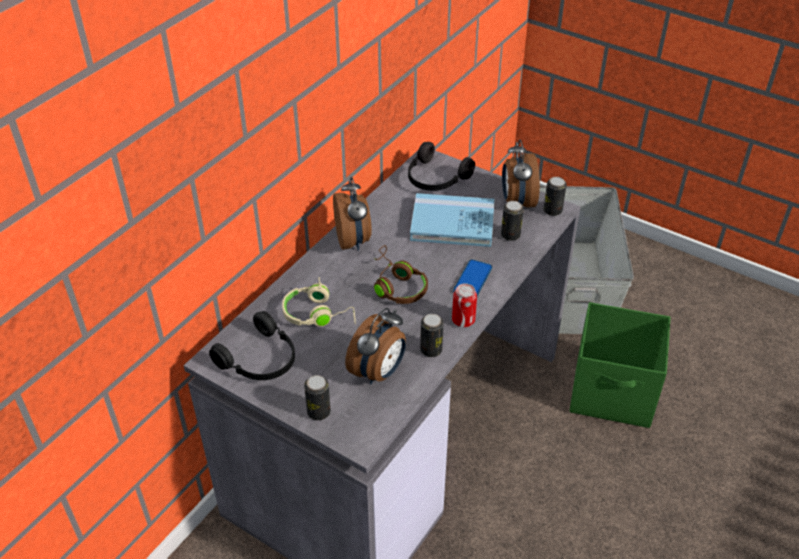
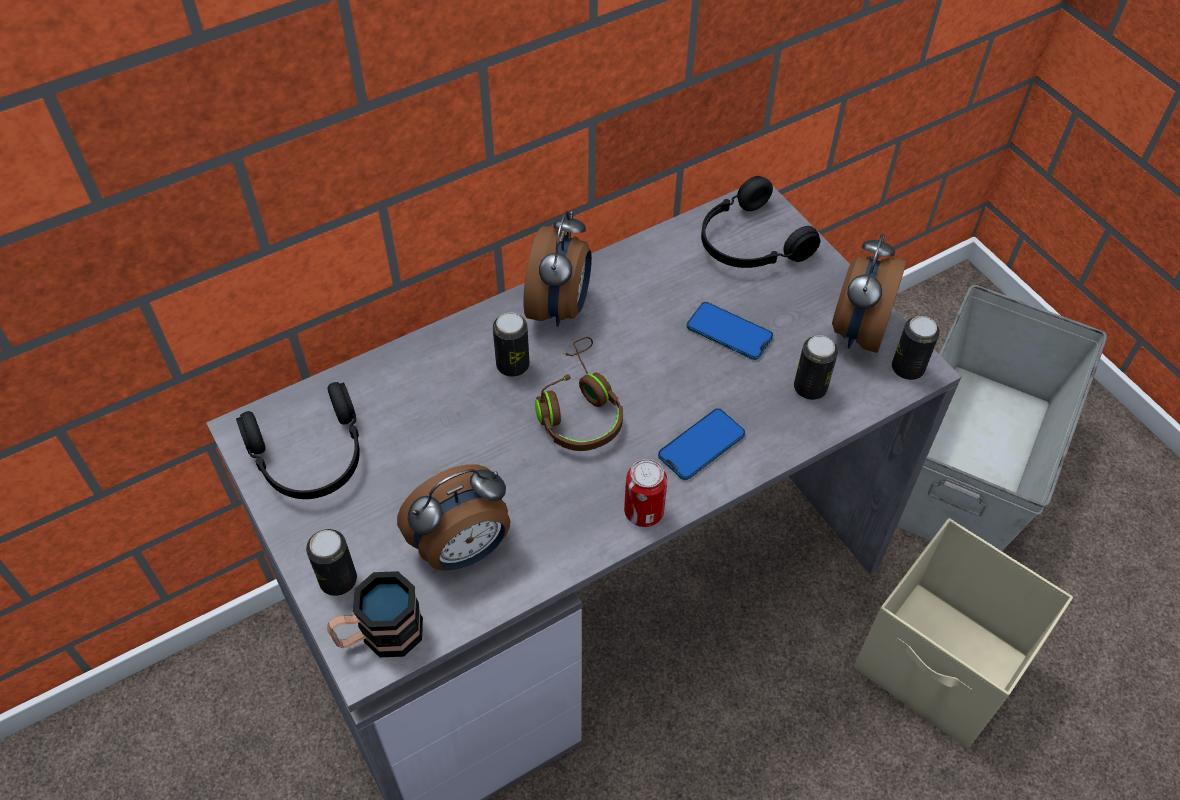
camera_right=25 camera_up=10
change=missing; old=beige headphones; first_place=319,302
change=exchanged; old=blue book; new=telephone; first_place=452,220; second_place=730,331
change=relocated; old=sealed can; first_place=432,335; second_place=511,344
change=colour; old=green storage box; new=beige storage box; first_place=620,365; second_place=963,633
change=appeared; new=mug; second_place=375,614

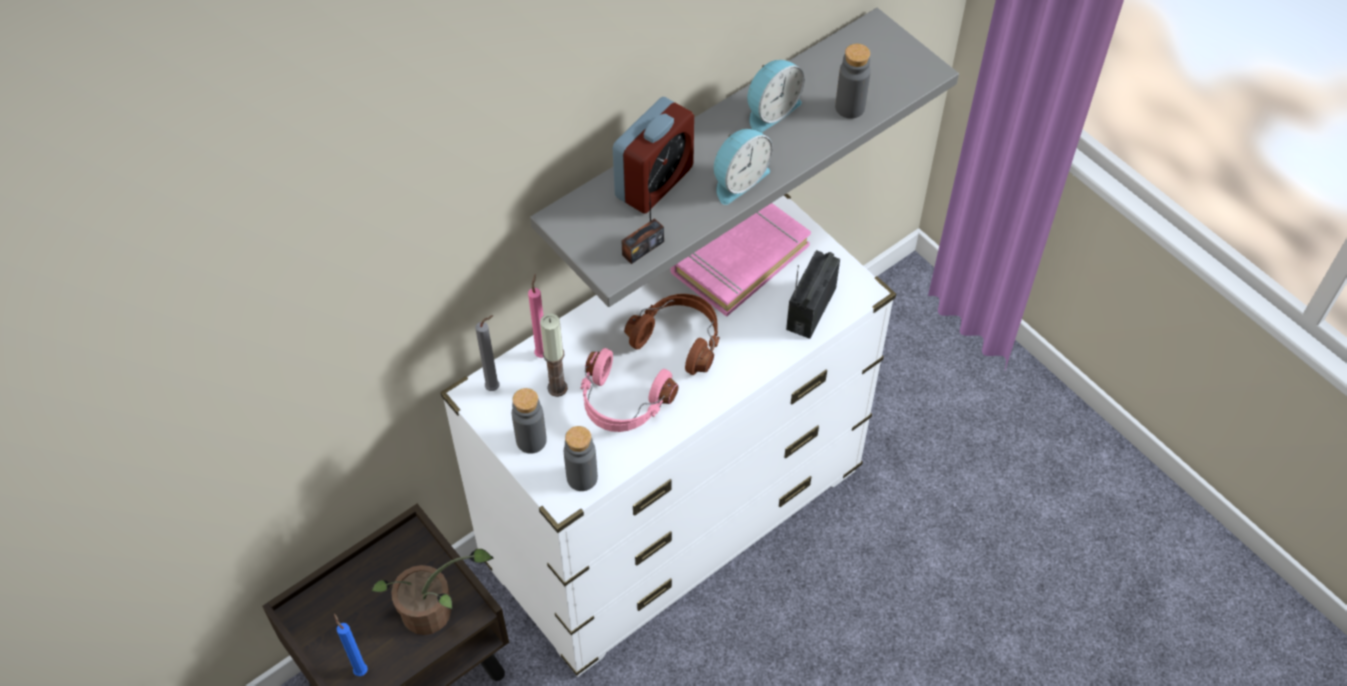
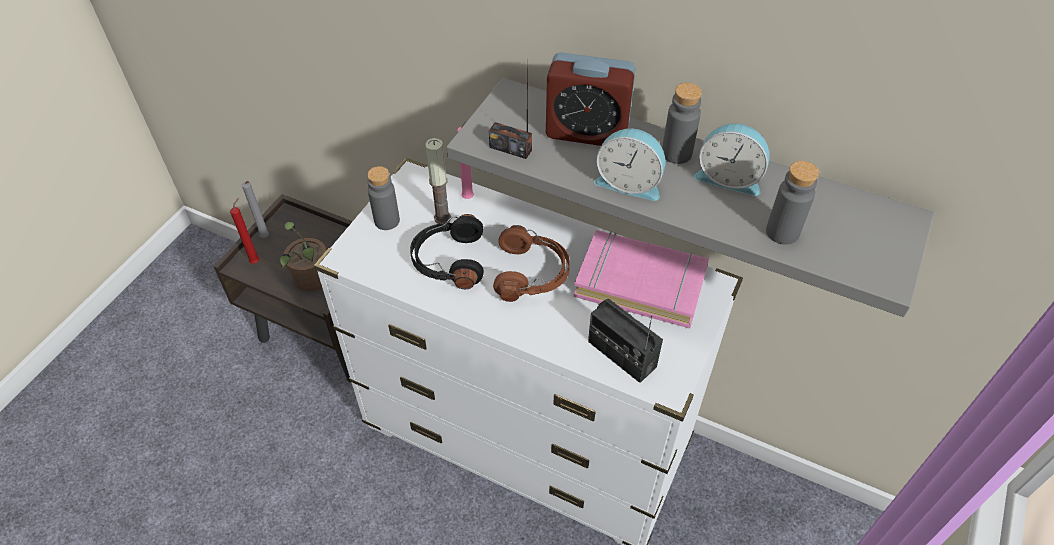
camera_right=65 camera_up=-5
change=colour; old=blue candle; new=red-coloured candle; first_place=351,644; second_place=244,231
change=relocated; old=gray candle; first_place=487,353; second_place=256,209
change=relocated; old=gray beverage bottle; first_place=581,458; second_place=682,123
change=colour; old=pink-coloured headphones; new=black-coloured headphones; first_place=629,390; second_place=447,251
change=spun; old=radio; first_place=813,294; second_place=625,340; degrees=-135

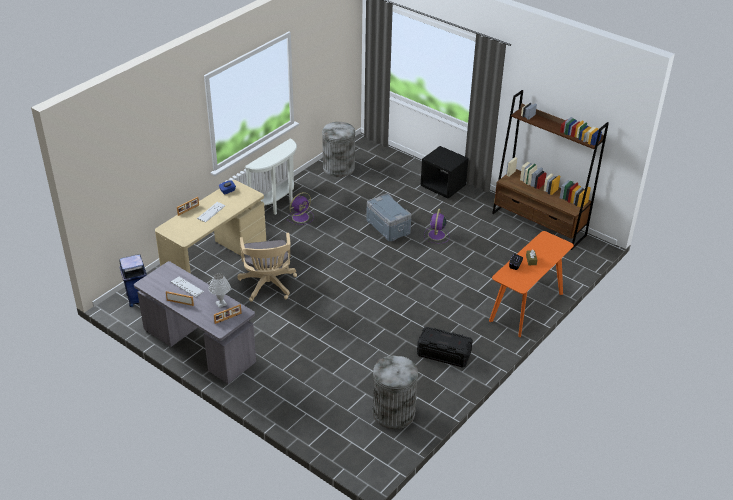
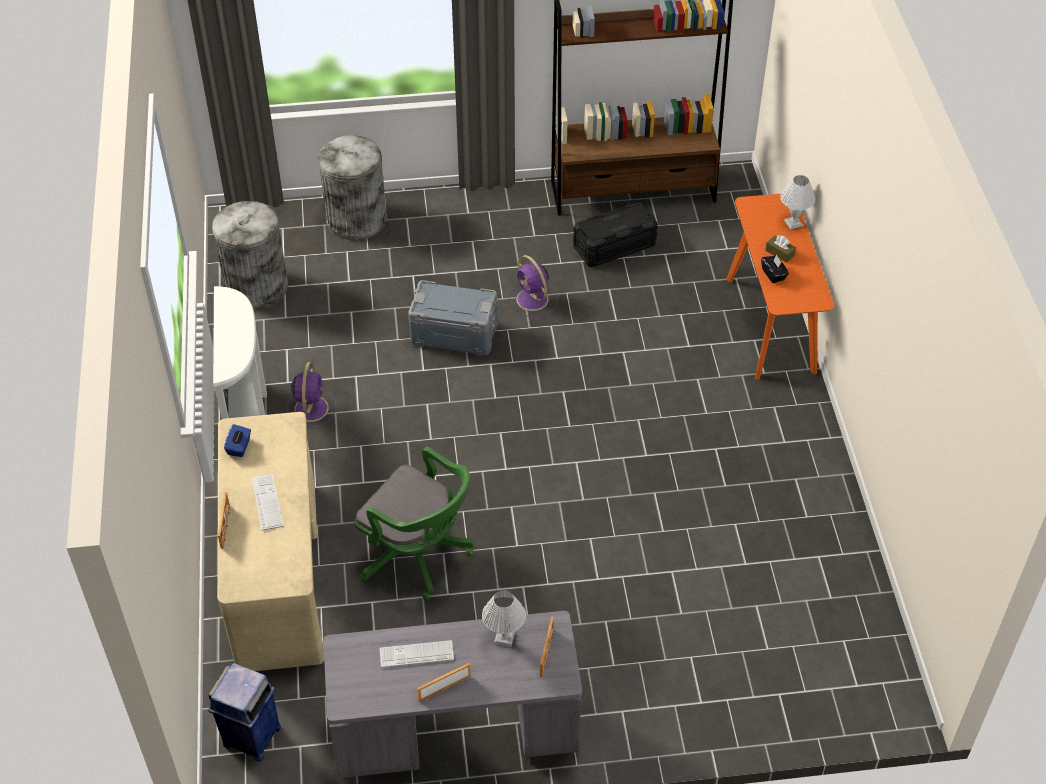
camera_right=-45 camera_up=10
change=colour; old=beige computer chair; new=green computer chair; first_place=267,267; second_place=414,523
change=relocated; old=gray rubbish bin; first_place=395,392; second_place=352,188
change=relocated; old=black-coloured storage box; first_place=445,347; second_place=615,234
change=missing; old=black-coloured nightstand; first_place=444,172
change=appeared; new=white-coloured lamp for a table; second_place=798,202

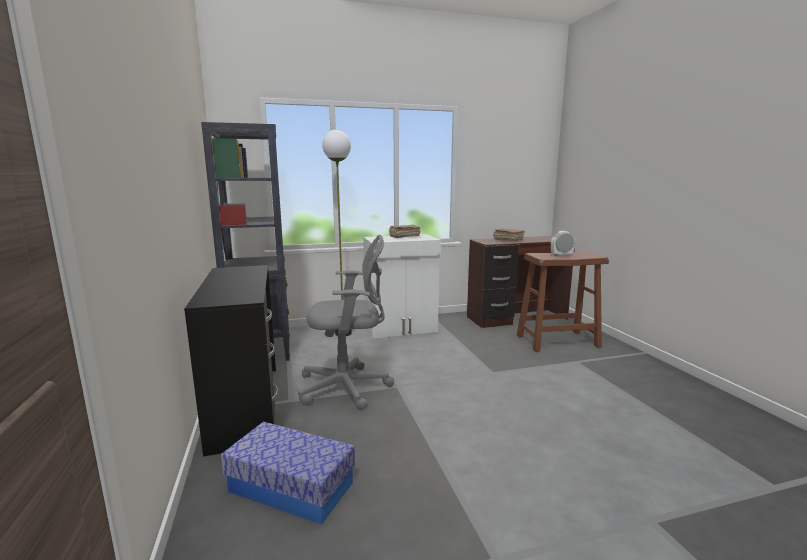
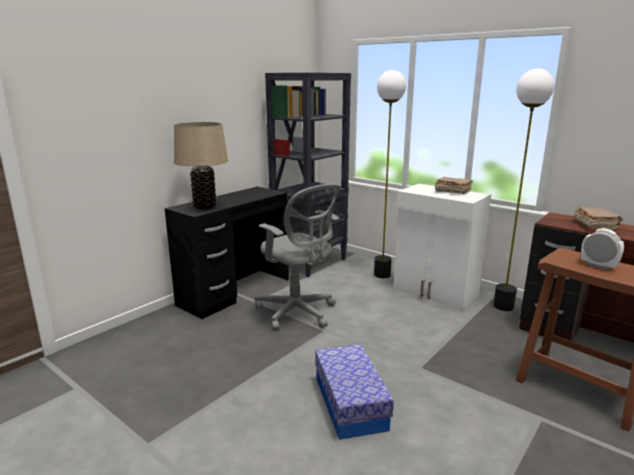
camera_right=55 camera_up=5
change=relocated; old=storage box; first_place=288,473; second_place=354,392
change=appeared; new=beige lamp for a table; second_place=201,166
change=appeared; new=standing lamp; second_place=523,189

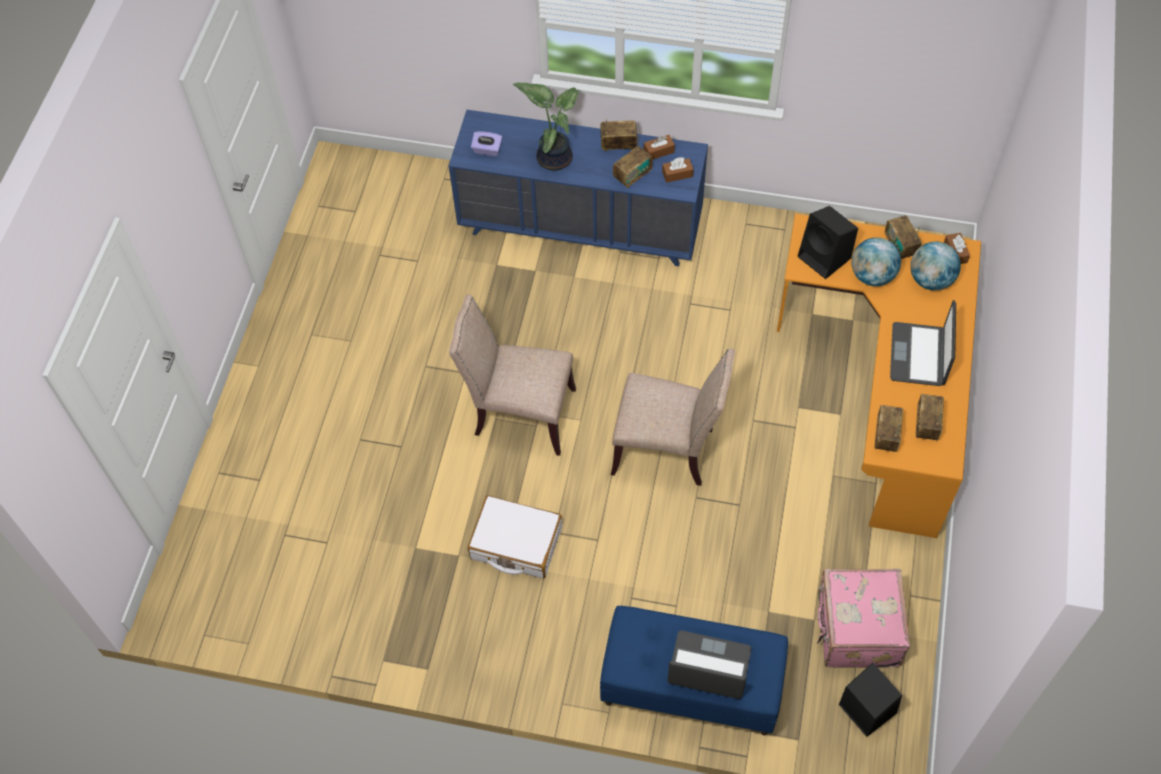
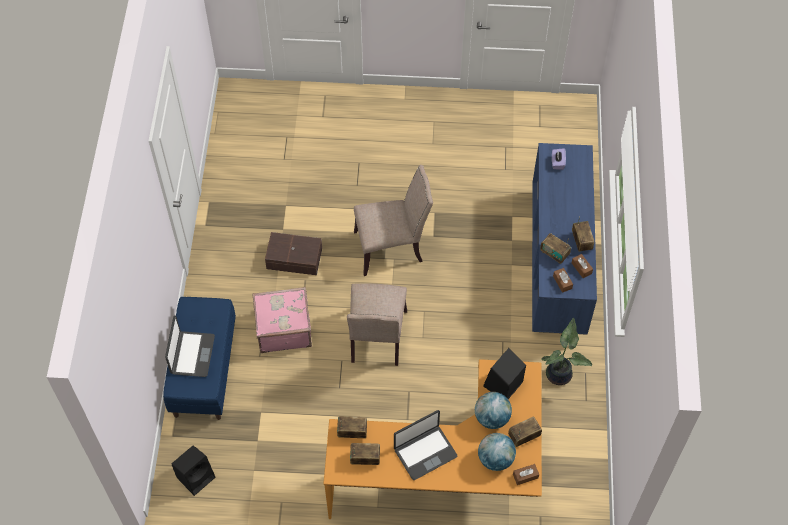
camera_right=80 camera_up=0
change=spun; old=beige plain chair; first_place=512,375; second_place=393,220; degrees=75
change=exchanged; old=white-coloured piece of luggage; new=brown storage box; first_place=515,537; second_place=293,253
change=relocated; old=plant in a pot; first_place=546,126; second_place=566,351
change=relocated; old=pink-coloured piece of luggage; first_place=863,618; second_place=282,320
change=spun; old=portable computer; first_place=923,343; second_place=425,445; degrees=150

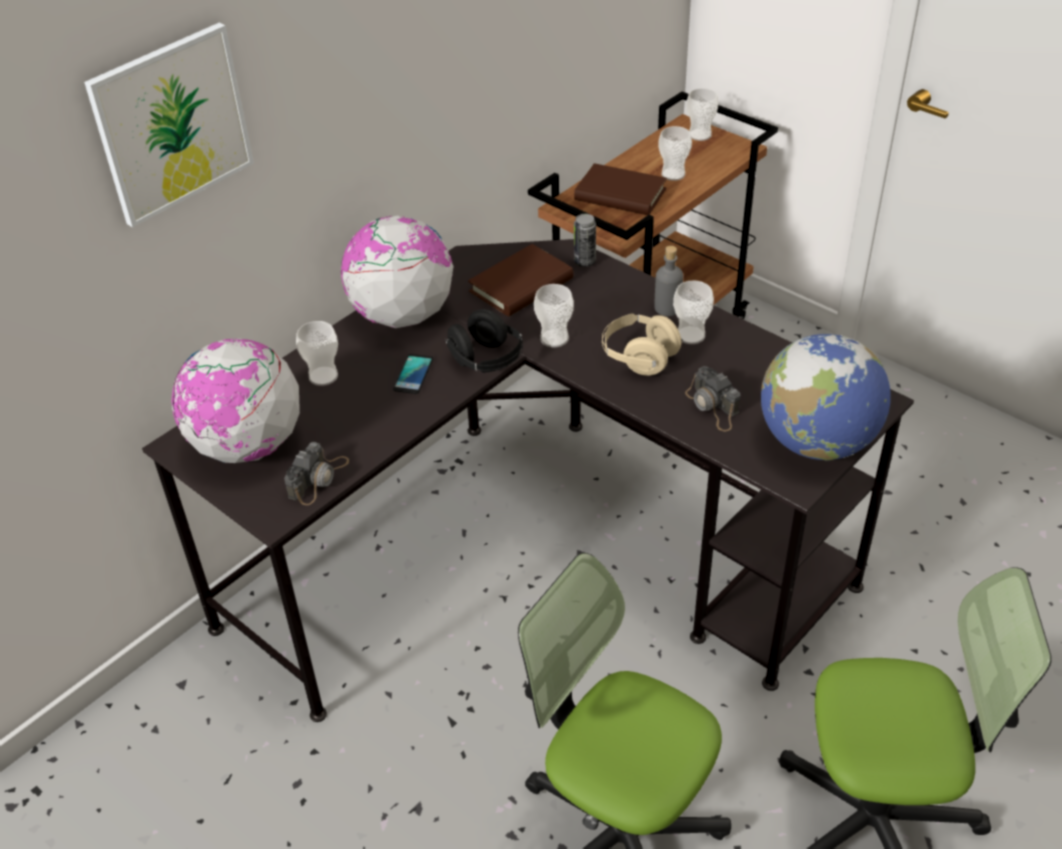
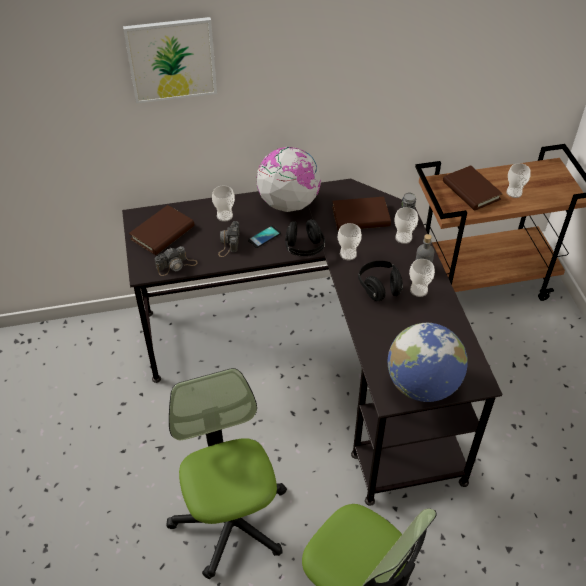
camera_right=35 camera_up=5
change=exchanged; old=desk globe; new=brown book; first_place=236,401; second_place=161,230
change=colour; old=beige headphones; new=black-coloured headphones; first_place=642,344; second_place=380,281
change=relocated; old=still camera; first_place=713,399; second_place=229,239
change=relocated; old=small cup; first_place=702,114; second_place=406,225

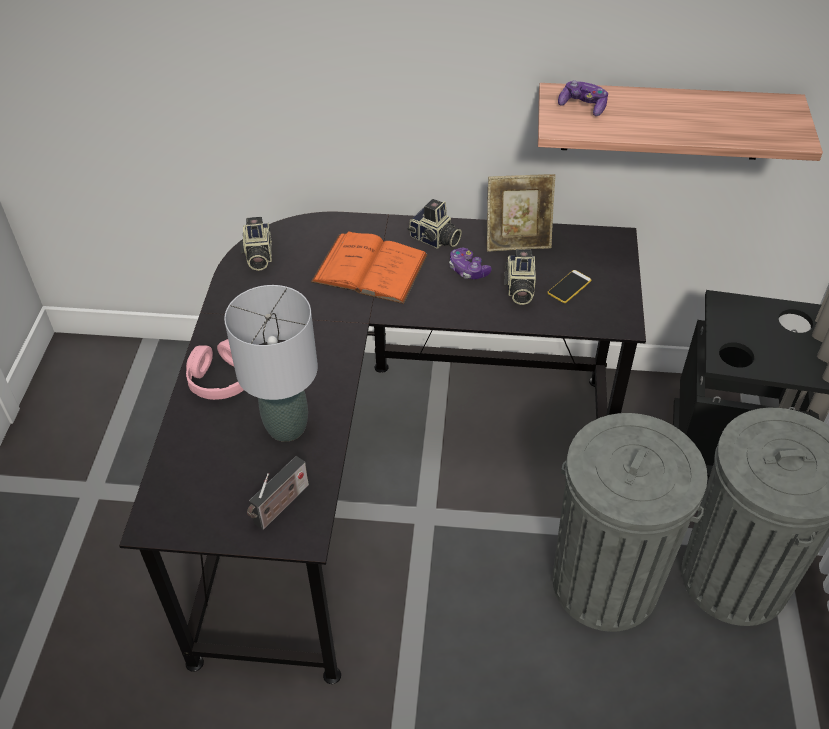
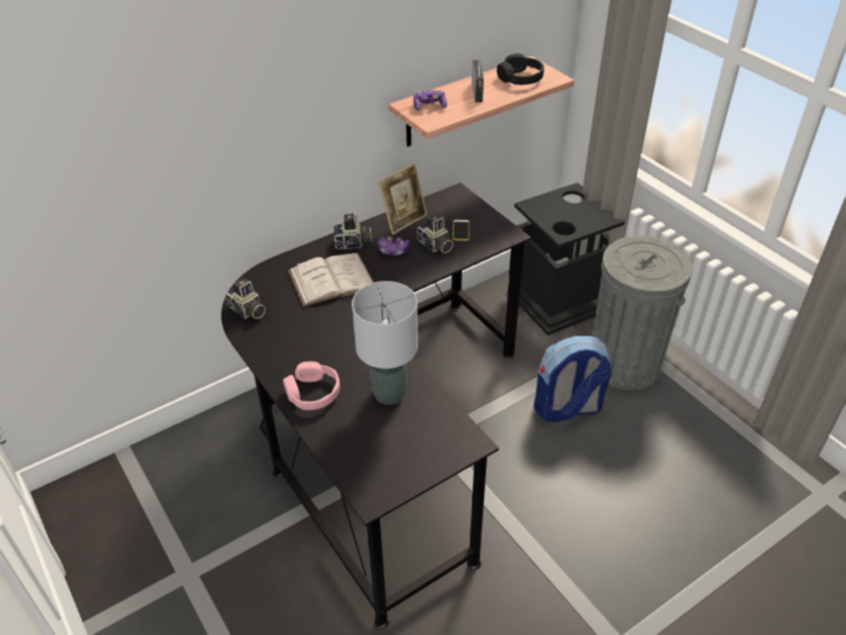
camera_right=-40 camera_up=-5
change=relocated; old=radio; first_place=278,493; second_place=478,80
change=colour; old=orange book; new=white-coloured book; first_place=369,267; second_place=331,280
change=exchanged; old=gray rubbish bin; new=rucksack; first_place=630,522; second_place=572,379
change=appeared; new=black-coloured headphones; second_place=520,69

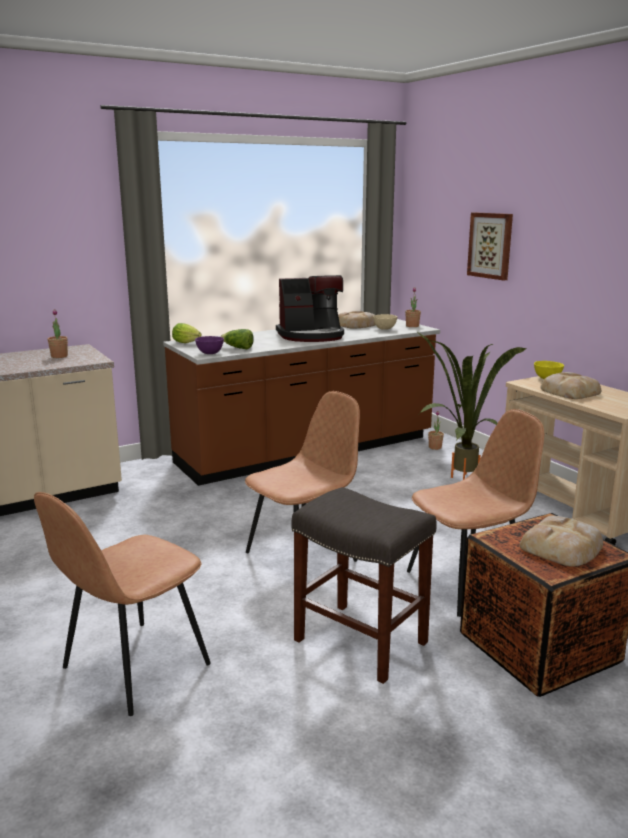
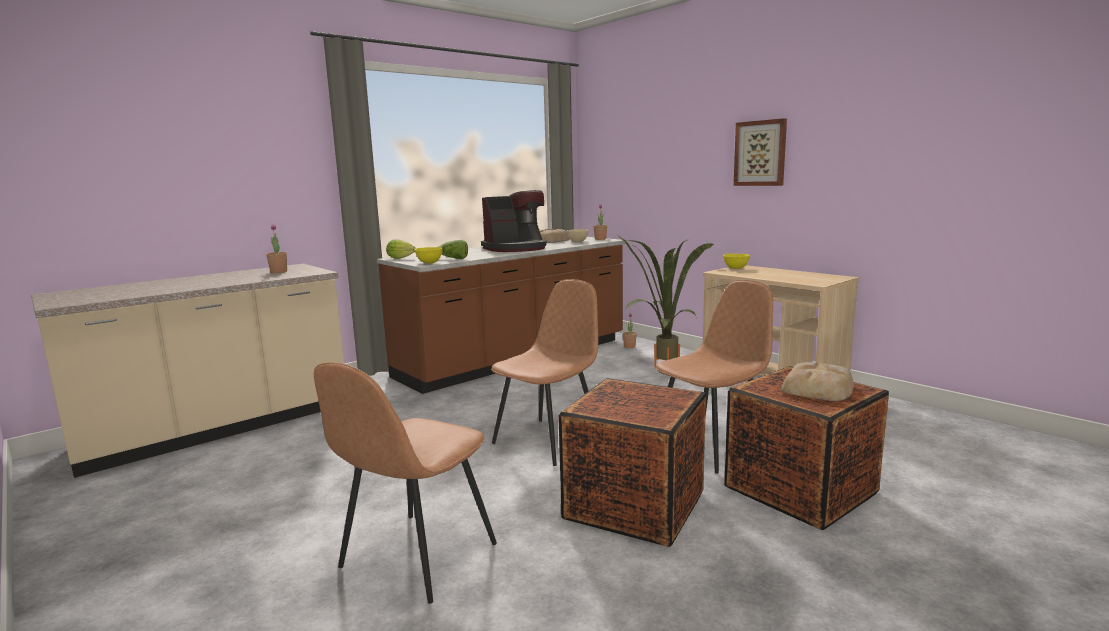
camera_right=-10 camera_up=-5
change=colour; old=purplish deep dish; new=yellow-coloured deep dish; first_place=209,345; second_place=428,255
change=exchanged; old=gray stool seat; new=crate; first_place=364,585; second_place=632,462
change=relocated; old=wall art; first_place=490,246; second_place=760,152
change=missing; old=bread; first_place=570,385

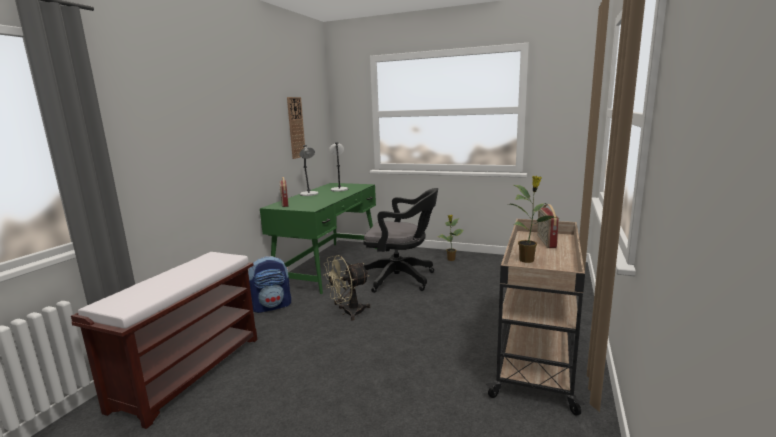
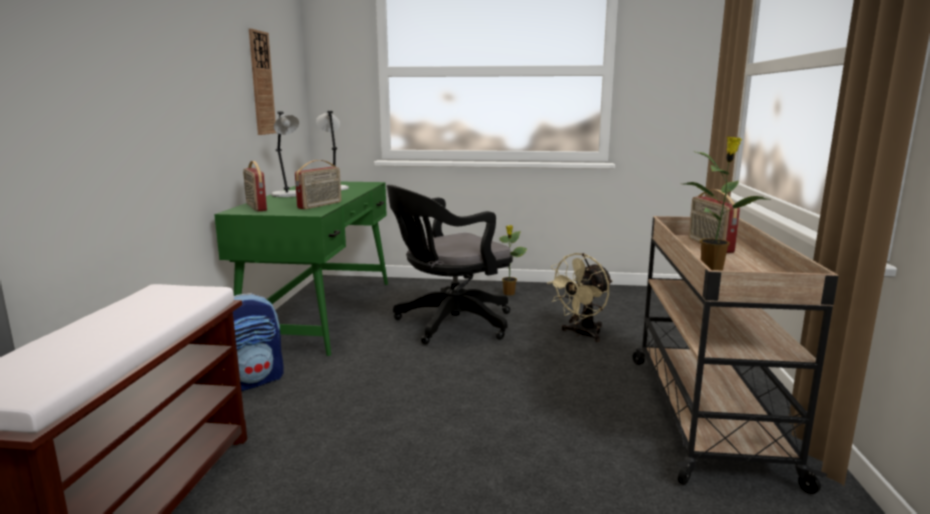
camera_right=-15 camera_up=0
change=relocated; old=beige electric fan; first_place=347,287; second_place=580,297
change=spun; old=black-coloured computer chair; first_place=400,240; second_place=450,265; degrees=150
change=appeared; new=radio; second_place=318,184

